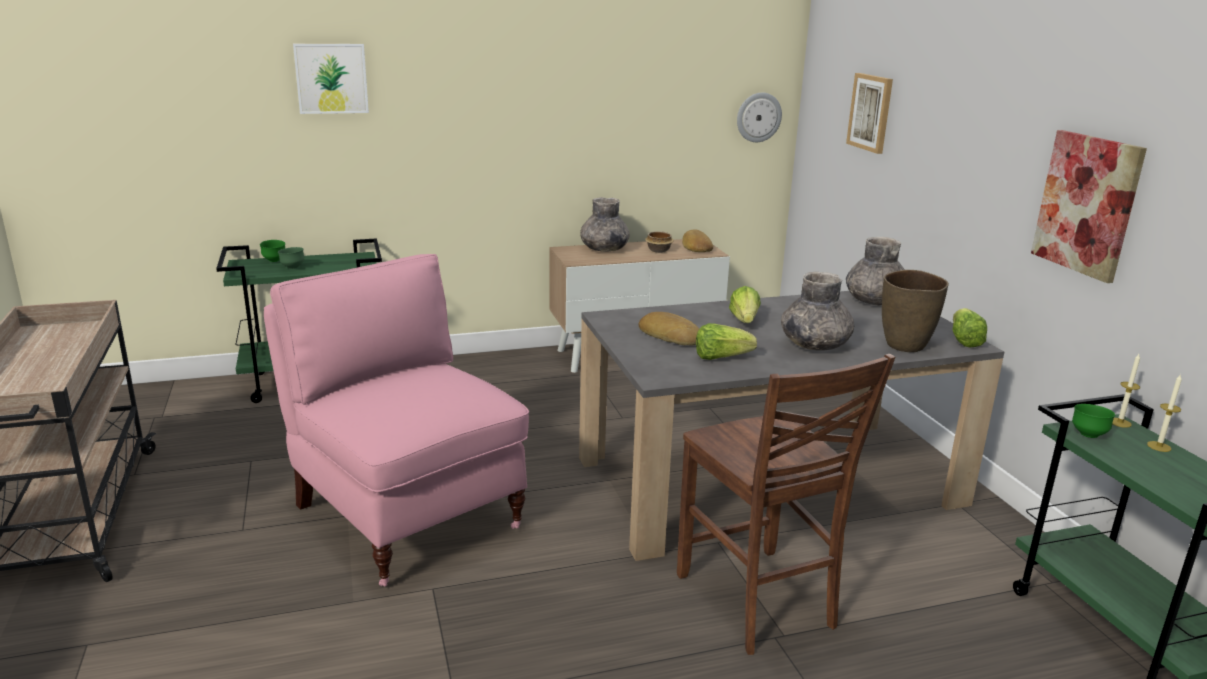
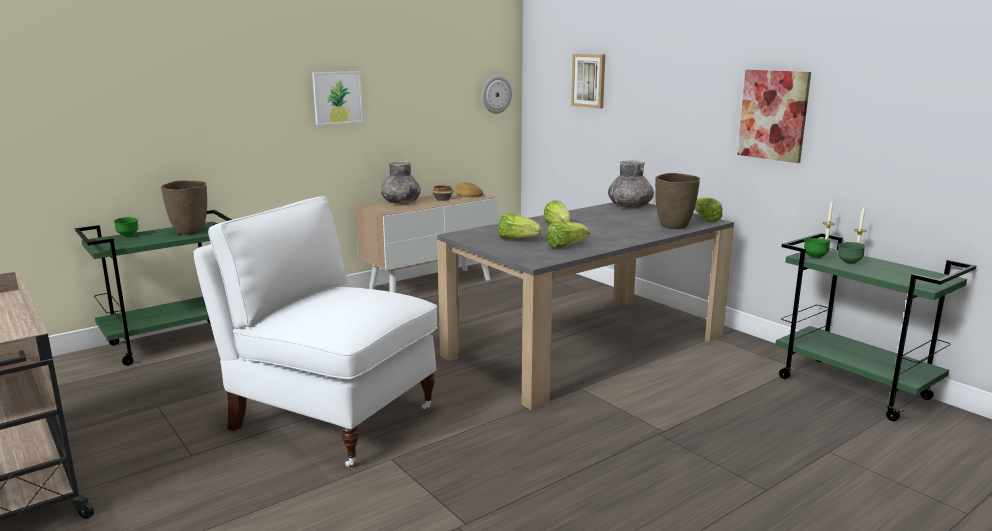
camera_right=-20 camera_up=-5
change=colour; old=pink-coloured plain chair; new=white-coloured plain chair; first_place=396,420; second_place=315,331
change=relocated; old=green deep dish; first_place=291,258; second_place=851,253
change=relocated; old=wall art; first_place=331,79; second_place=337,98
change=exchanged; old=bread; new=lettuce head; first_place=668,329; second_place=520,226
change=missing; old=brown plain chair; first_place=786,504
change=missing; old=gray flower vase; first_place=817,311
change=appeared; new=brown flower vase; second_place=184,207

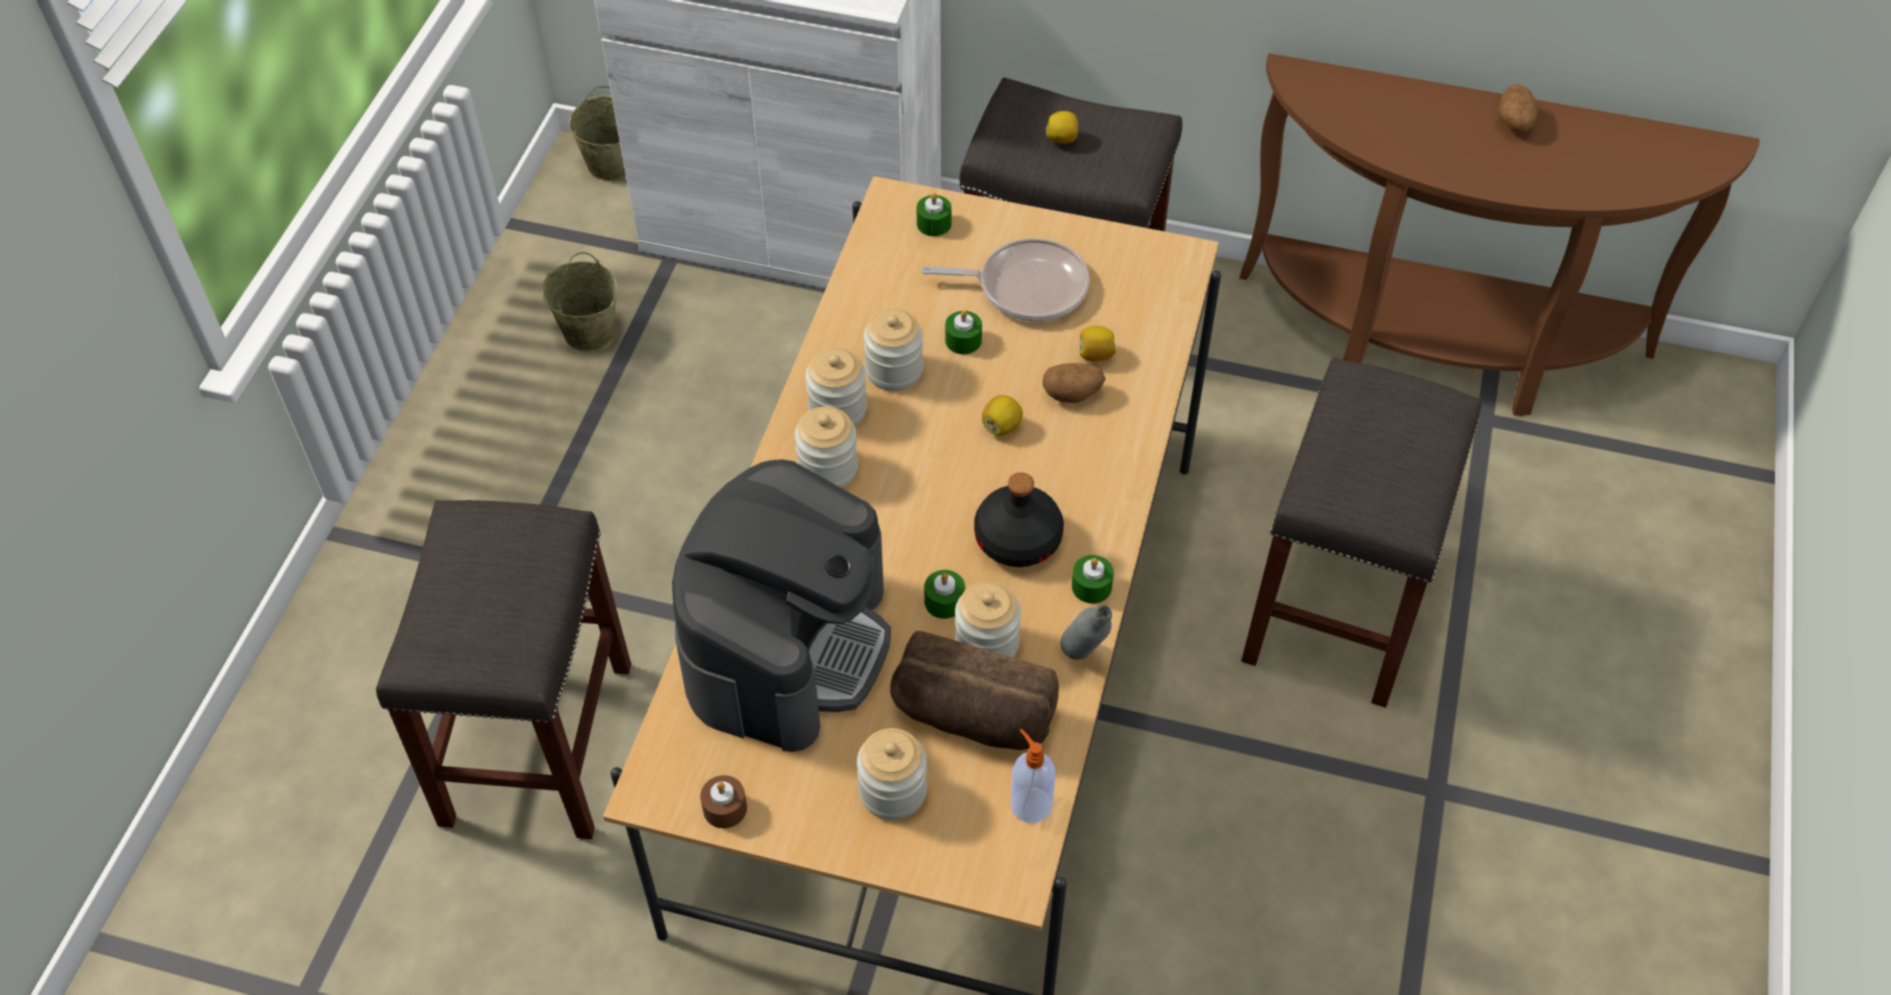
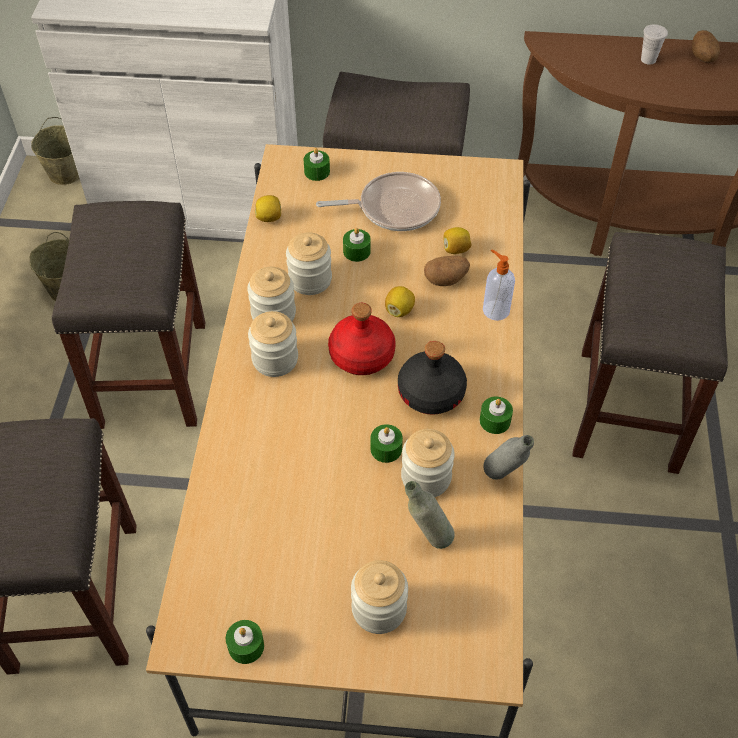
camera_right=-10 camera_up=0
change=missing; old=coffee maker; first_place=781,605
change=colour; old=brown candle; new=green candle; first_place=723,801; second_place=245,642
change=exchanged; old=bread; new=gray beverage bottle; first_place=974,690; second_place=430,515
change=relocated; old=soap bottle; first_place=1033,776; second_place=499,285
change=relocated; old=citrus fruit; first_place=1062,127; second_place=268,208
change=appeared; new=gray stool seat; second_place=128,315
change=appeared; new=red-coloured beverage bottle; second_place=362,339
change=appeared; new=white-coloured small cup; second_place=654,44

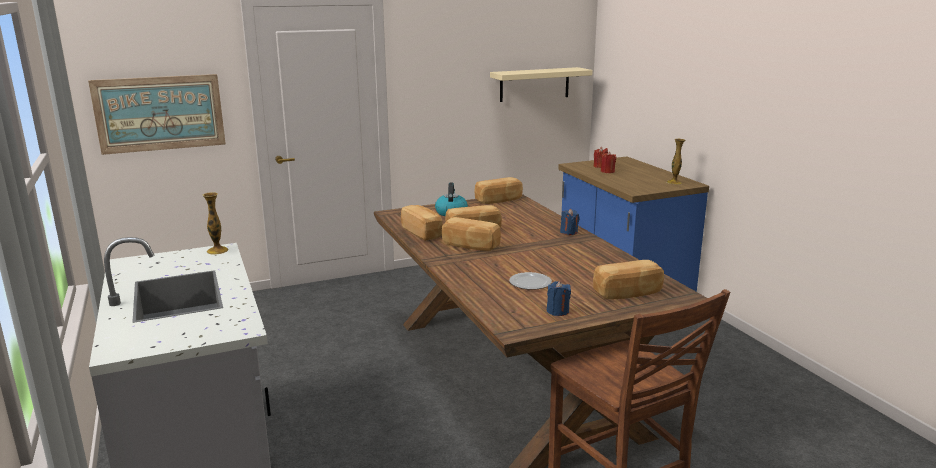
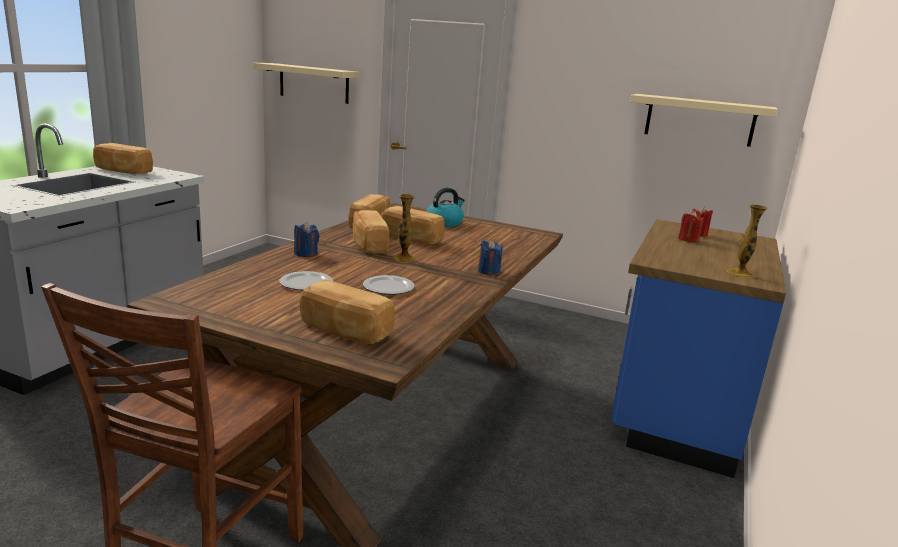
camera_right=45 camera_up=0
change=exchanged; old=wall art; new=beige bracket shelf; first_place=157,114; second_place=306,83
change=relocated; old=flower vase; first_place=216,223; second_place=404,228
change=relocated; old=bread; first_place=498,190; second_place=123,158
change=relocated; old=blue candle; first_place=559,298; second_place=306,239
change=appeared; new=flat dish; second_place=389,285

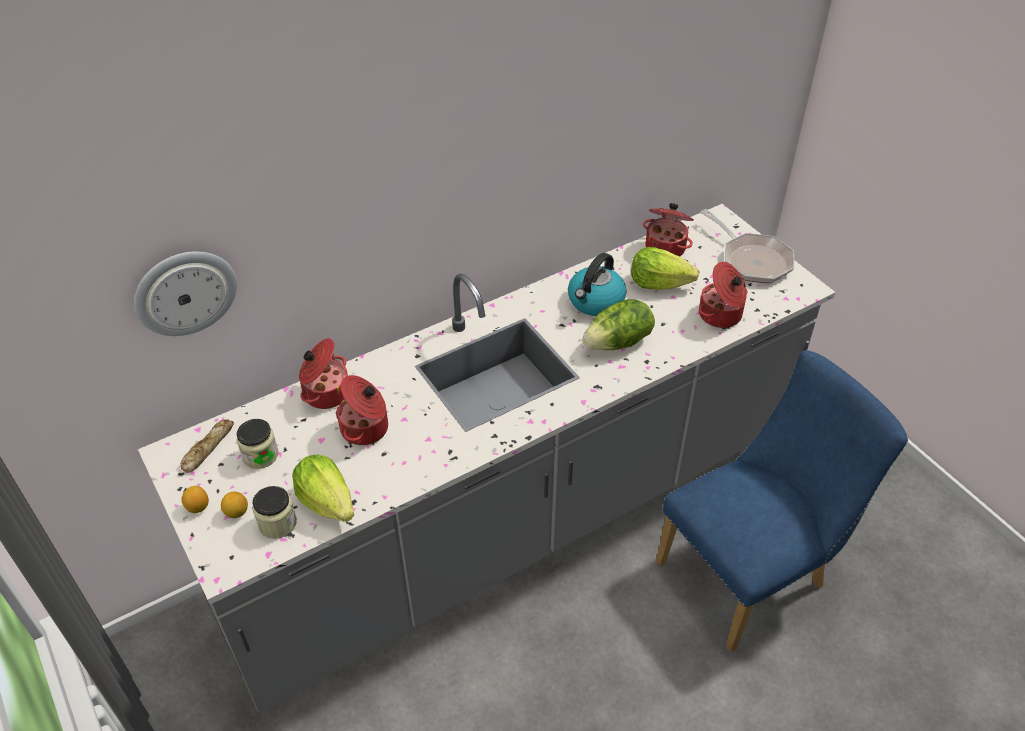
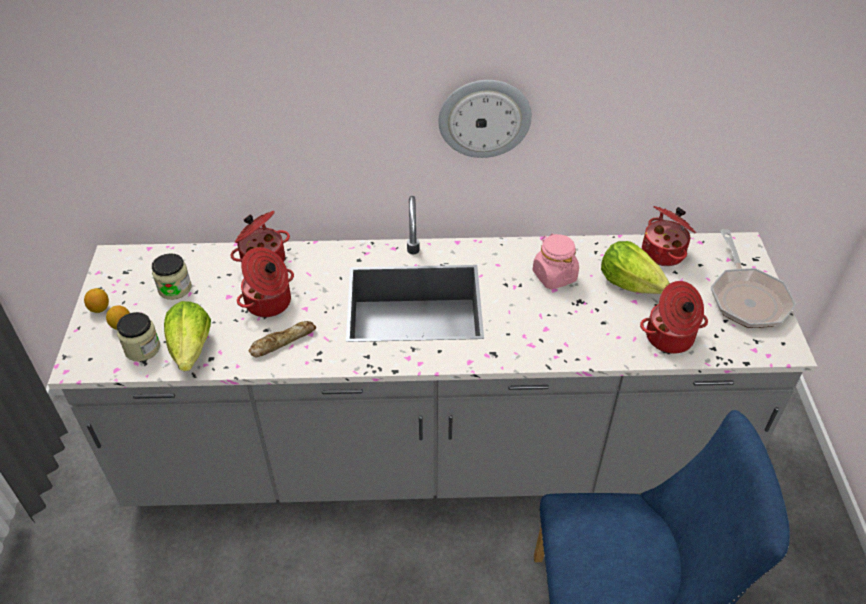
camera_right=30 camera_up=0
change=relocated; old=hanging clock; first_place=185,293; second_place=485,119
change=relocated; old=bread; first_place=207,446; second_place=282,339
change=exchanged; old=water kettle; new=pink-coloured storage jar; first_place=597,284; second_place=556,261
change=missing; old=lettuce head; first_place=619,324

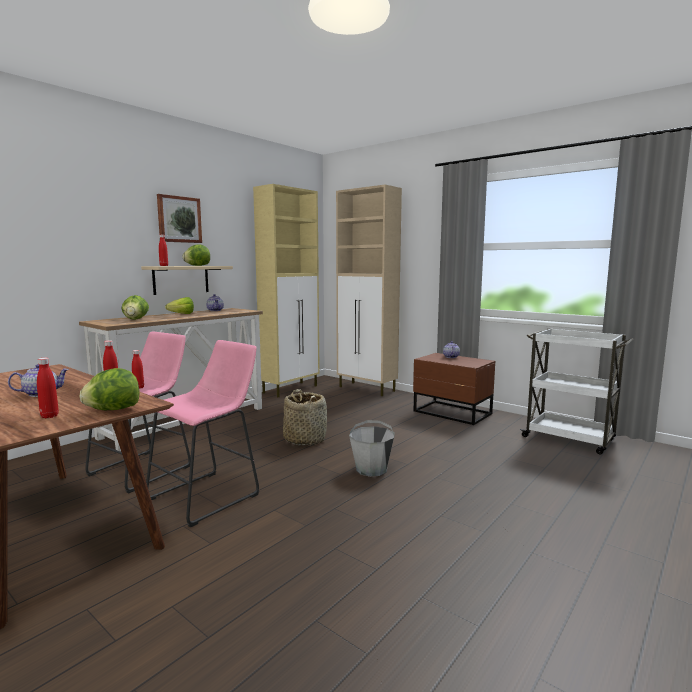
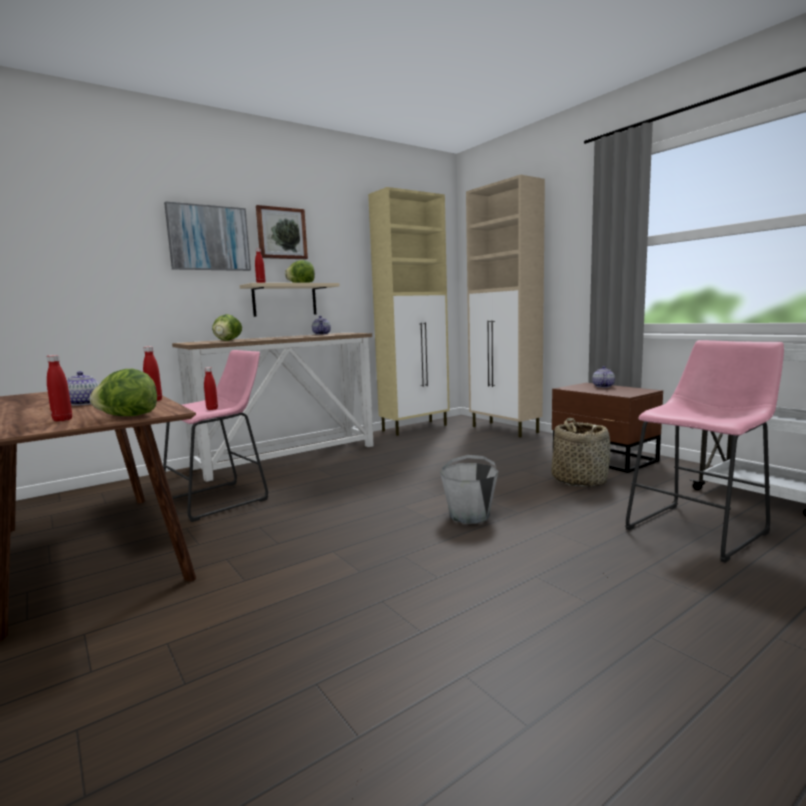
camera_right=15 camera_up=0
change=relocated; old=pink-coloured stool seat; first_place=202,434; second_place=704,451
change=missing; old=lettuce head; first_place=179,305
change=relocated; old=basket; first_place=305,417; second_place=581,452
change=appeared; new=wall art; second_place=207,236

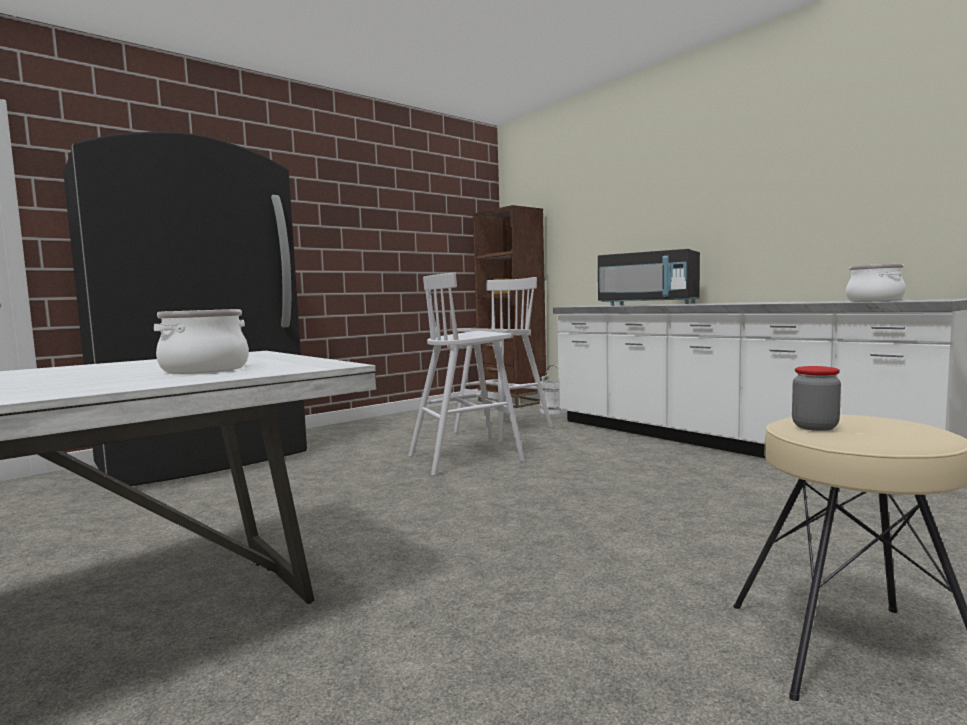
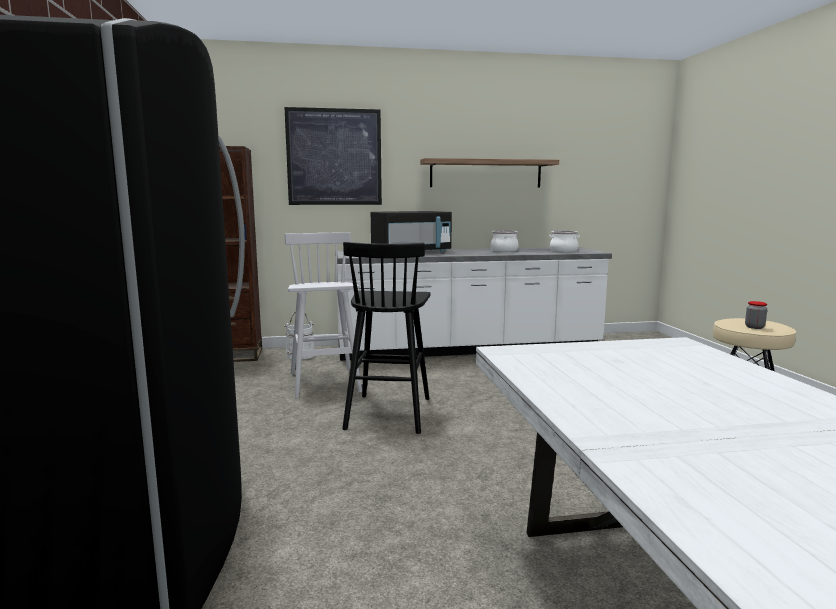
camera_right=-60 camera_up=5
change=relocated; old=stockpot; first_place=201,341; second_place=505,241
change=colour; old=white-coloured stool seat; new=black-coloured stool seat; first_place=467,374; second_place=386,338
change=appeared; new=wall art; second_place=333,156
change=appeared; new=bracket shelf; second_place=489,173

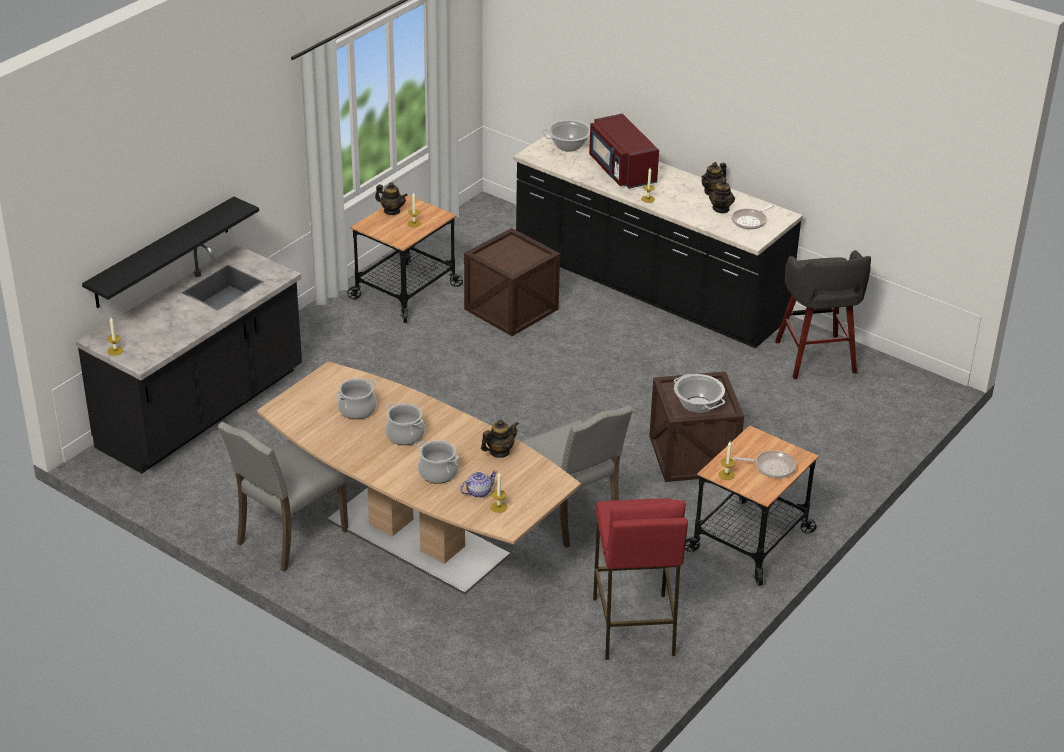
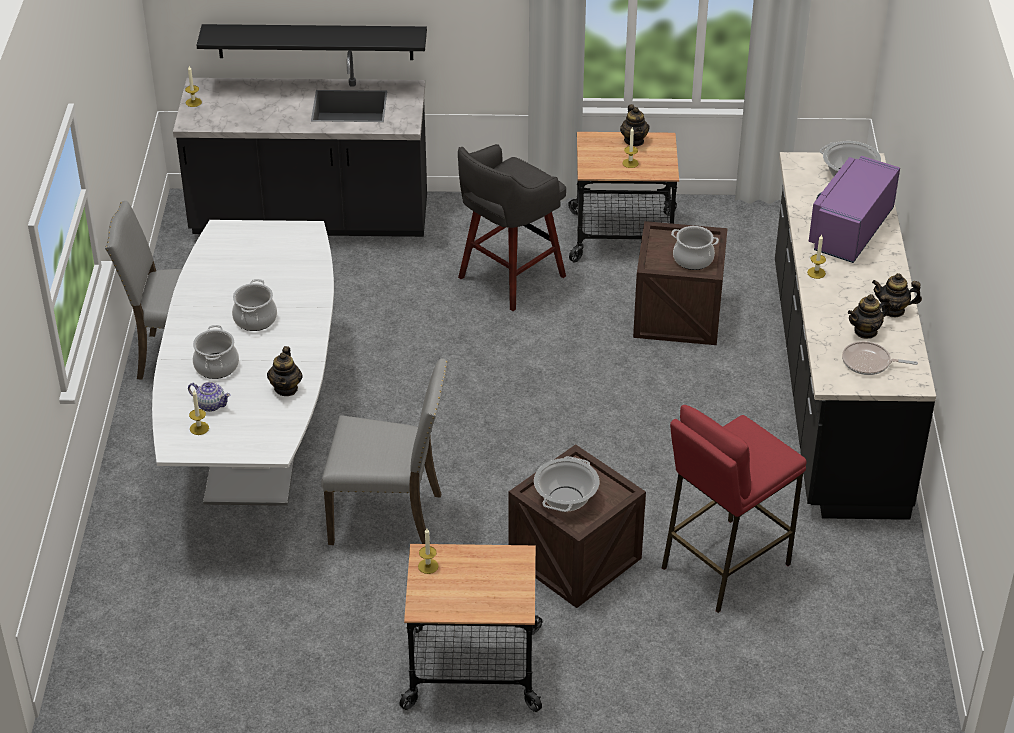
camera_right=55 camera_up=5
change=colour; old=brown kitchen table; new=white-coloured kitchen table; first_place=419,478; second_place=243,363
change=relocated; old=stockpot; first_place=356,398; second_place=695,248
change=spun; old=teapot; first_place=500,439; second_place=285,371; degrees=75
change=spun; old=gray plain chair; first_place=577,476; second_place=384,451; degrees=-105
change=colour; old=red-coloured microwave oven; new=purplish microwave oven; first_place=624,151; second_place=854,209
change=relocated; old=red-coloured stool seat; first_place=640,579; second_place=734,509
change=missing; old=frying pan; first_place=764,464
change=relocated; old=gray stool seat; first_place=823,314; second_place=512,227

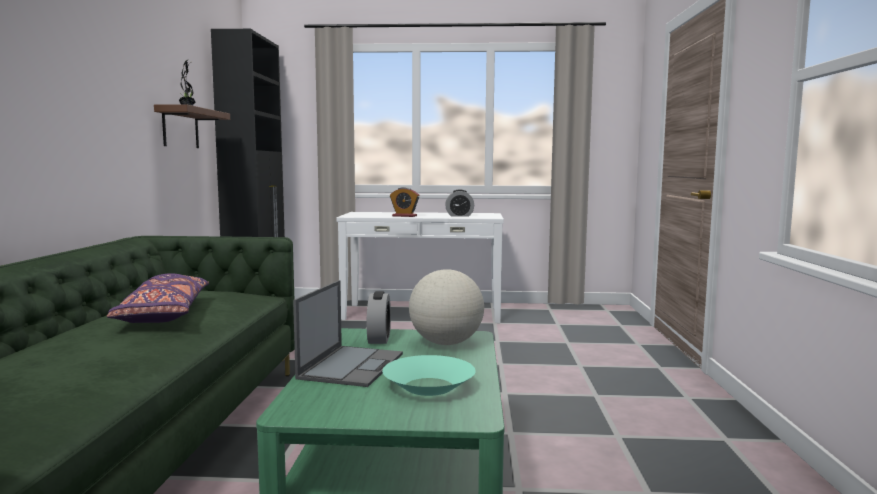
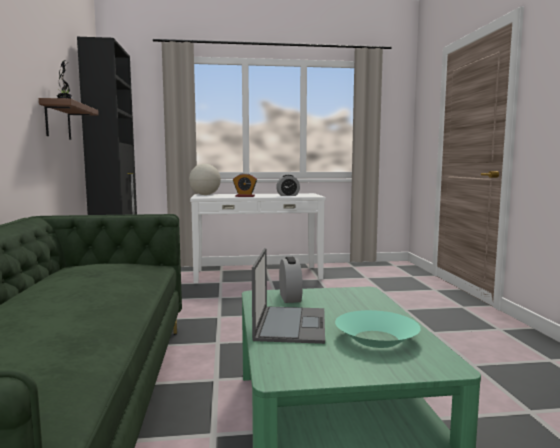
camera_right=-10 camera_up=0
change=missing; old=purplish throw pillow; first_place=158,298
change=relocated; old=desk globe; first_place=446,307; second_place=205,179

